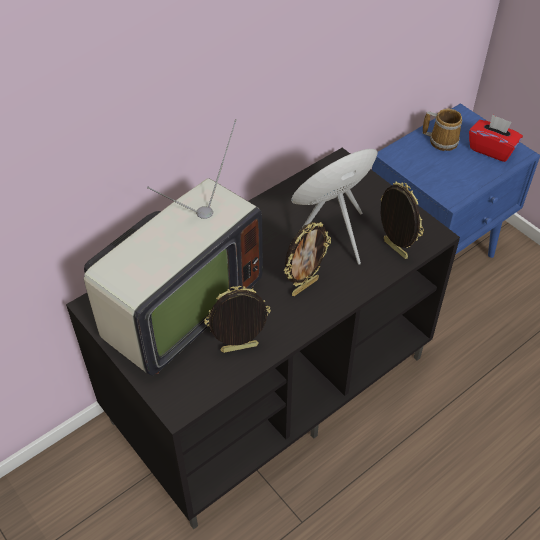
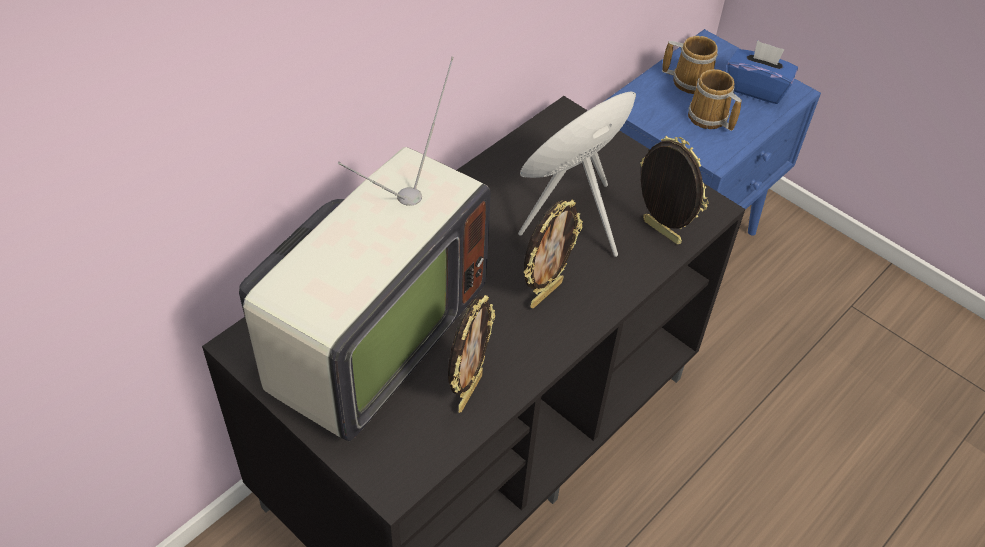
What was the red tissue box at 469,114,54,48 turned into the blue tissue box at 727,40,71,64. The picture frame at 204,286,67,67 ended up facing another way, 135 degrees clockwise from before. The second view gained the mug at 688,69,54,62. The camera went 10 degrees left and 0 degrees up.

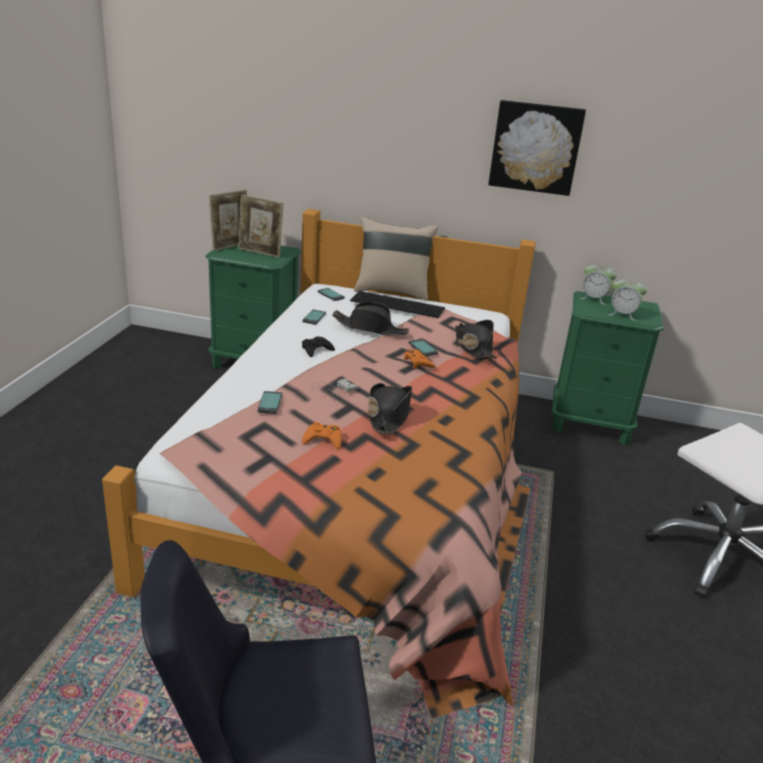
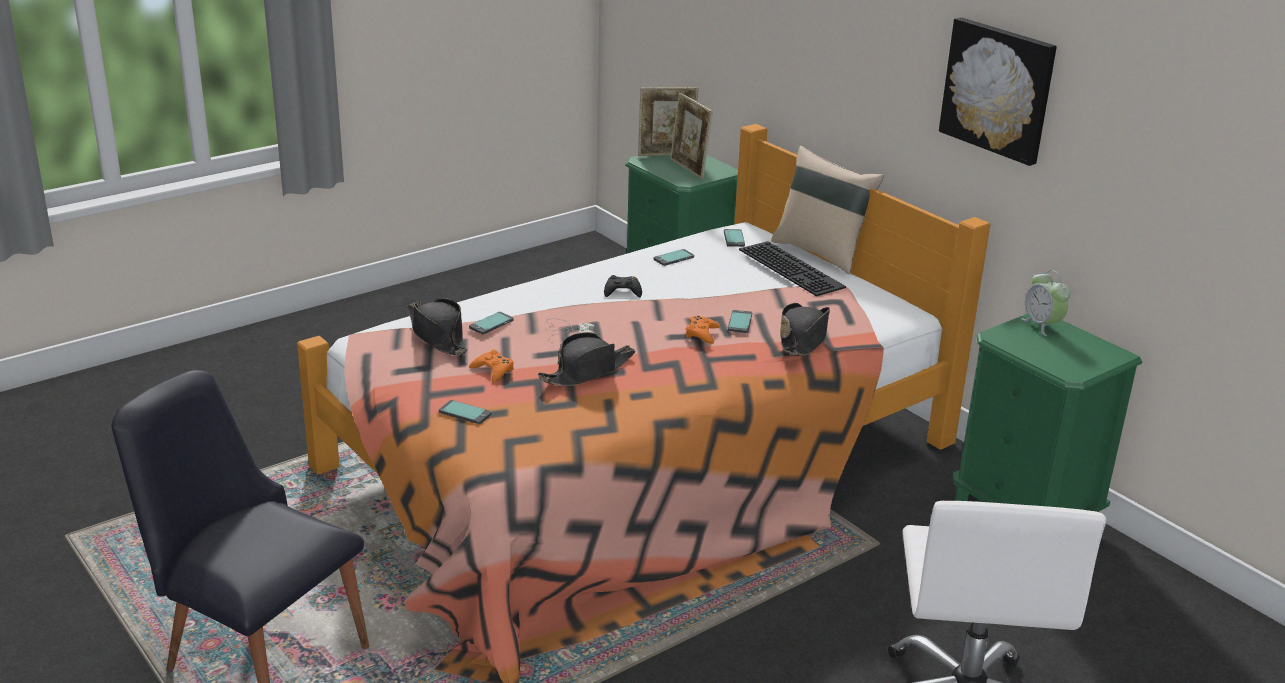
The second view lost the alarm clock at 608,275,39,46. The black hat ended up elsewhere, having gone from 332,302,77,34 to 407,298,61,57. The second view gained the phone at 439,400,52,24. The camera went 40 degrees right and 0 degrees up.

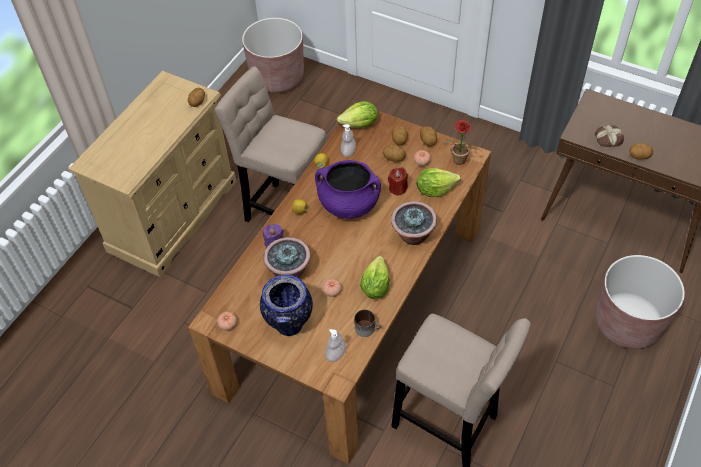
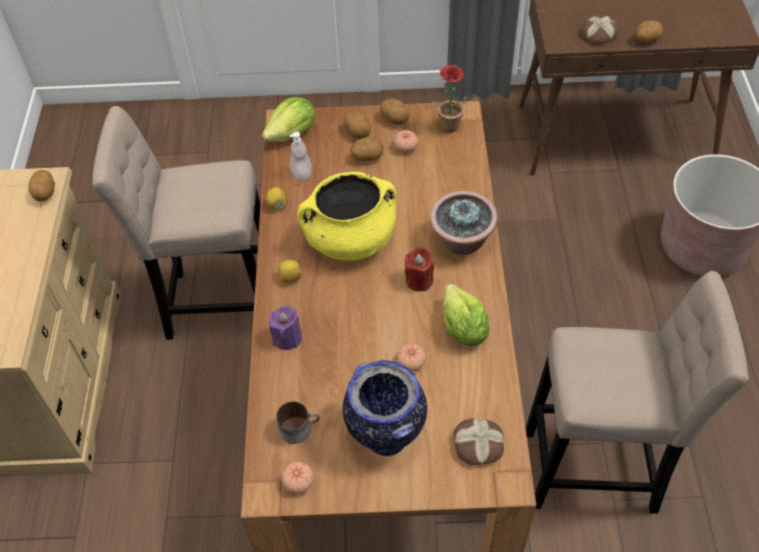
The second view lost the brown planter at 242,18,62,75. What was the purple cooking pot at 315,160,66,59 turned into the yellow cooking pot at 297,172,100,89. The red candle ended up elsewhere, having gone from 388,167,20,29 to 405,247,29,44. The second view lost the lettuce at 417,168,44,29. The second view lost the potted plant at 263,237,47,41. The mug ended up elsewhere, having gone from 354,309,27,28 to 276,401,44,43. Where the soap dispenser stood at 325,329,21,33, the bread came to stand at 454,418,50,47. The camera went 30 degrees left and 0 degrees up.

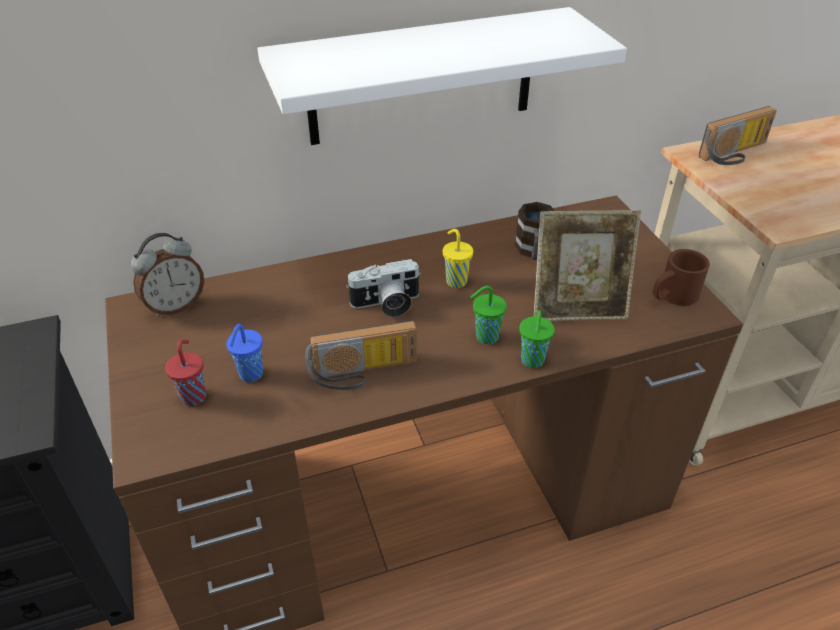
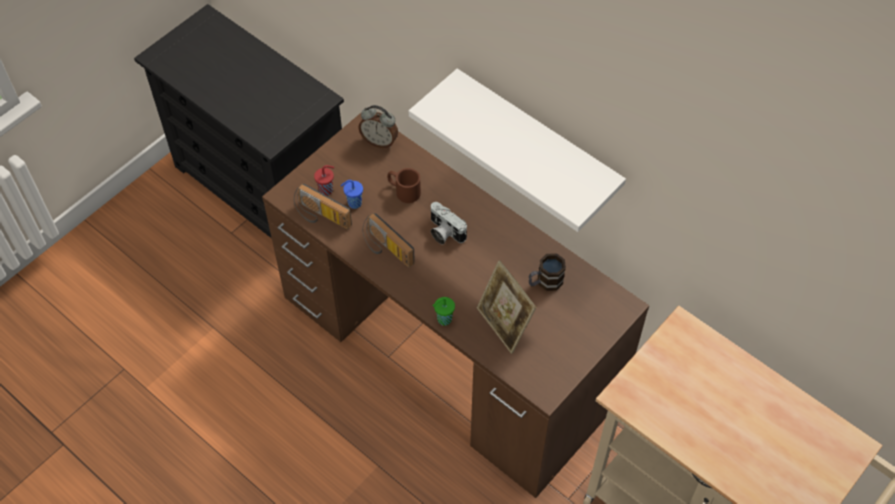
The radio ended up elsewhere, having gone from 699,106,78,59 to 294,184,58,45. The second view lost the yellow cup at 443,229,30,59. The brown mug ended up elsewhere, having gone from 653,249,57,57 to 387,168,34,35. The second view lost the green cup at 470,286,37,58. The camera went 60 degrees right and 15 degrees up.

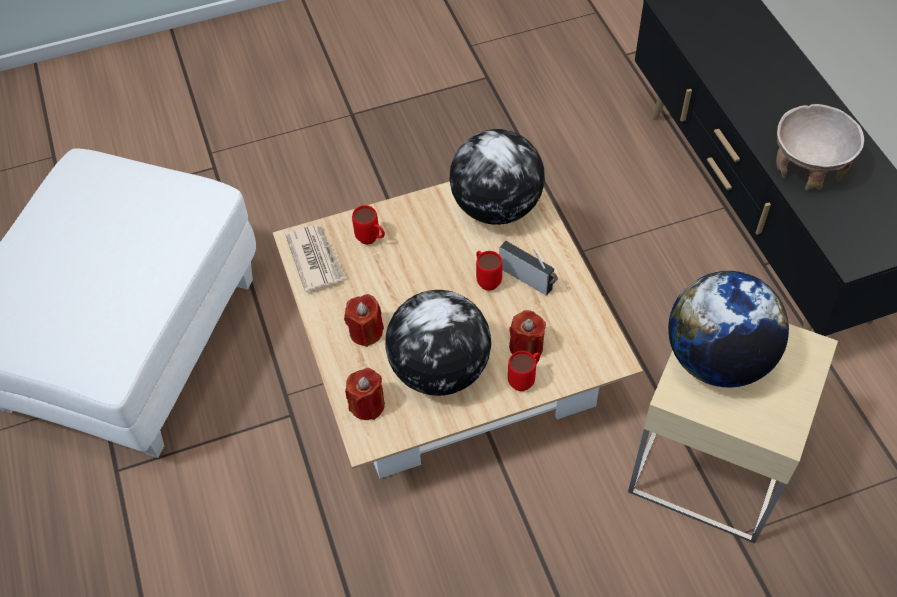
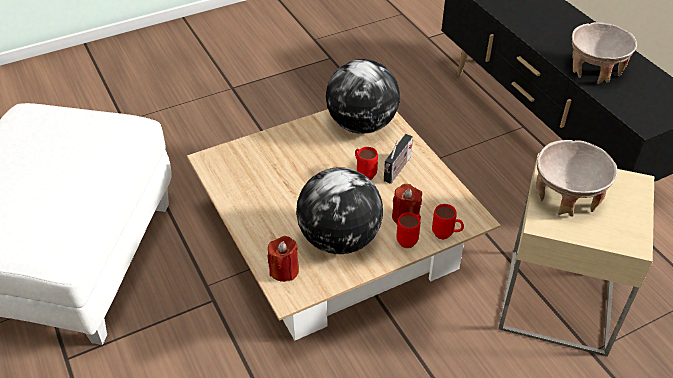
The red mug ended up elsewhere, having gone from 352,205,33,40 to 432,204,32,35. The second view lost the newspaper at 285,224,61,68. The radio at 499,241,59,55 ended up facing another way, 90 degrees clockwise from before. Where the globe stood at 668,271,121,116, the beige bowl came to stand at 536,140,82,77. The second view lost the red candle at 344,294,40,53. The camera went 10 degrees left and 10 degrees down.

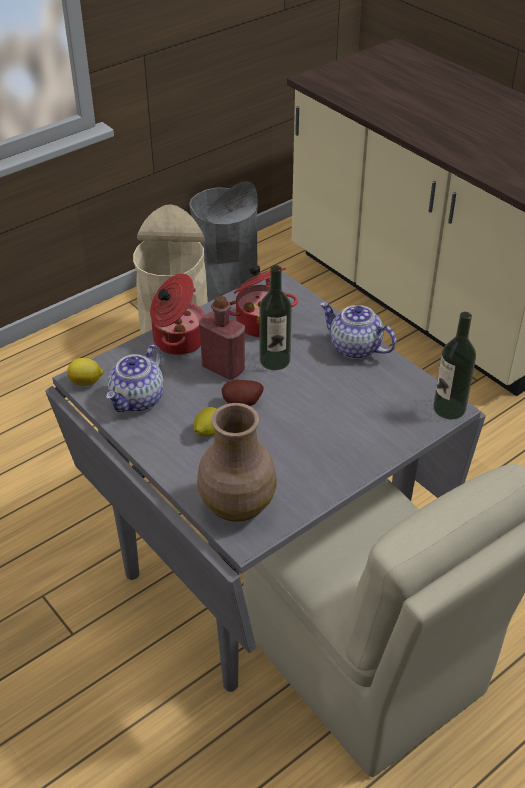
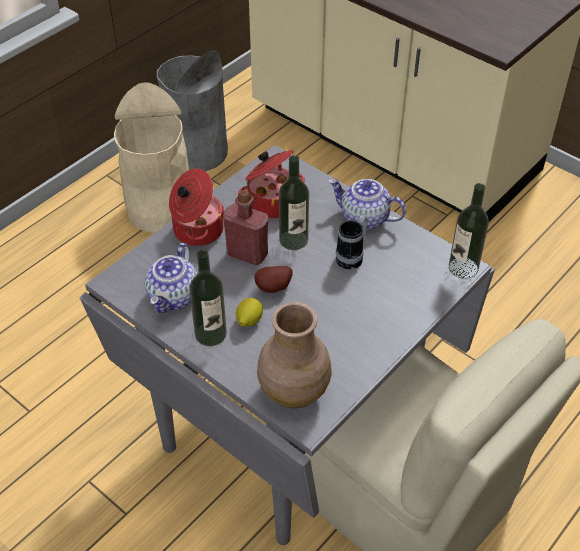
The second view lost the lemon at 67,358,36,28. The second view gained the mug at 336,215,32,54. The second view gained the bottle at 189,250,38,96. The camera went 10 degrees left and 5 degrees up.

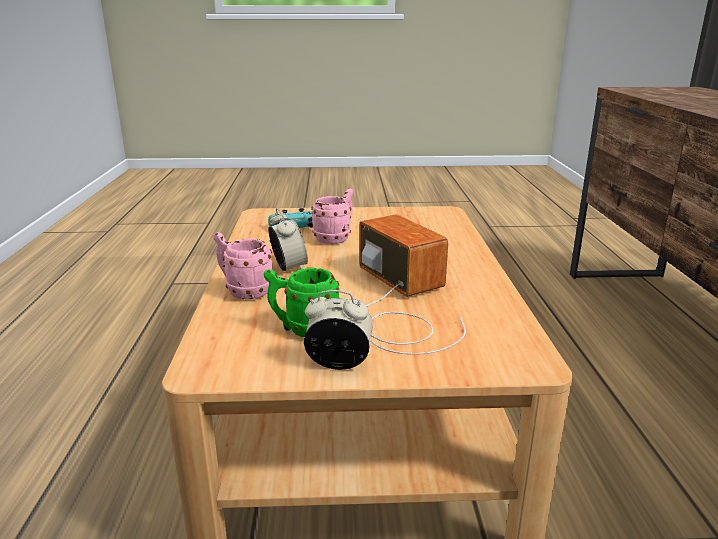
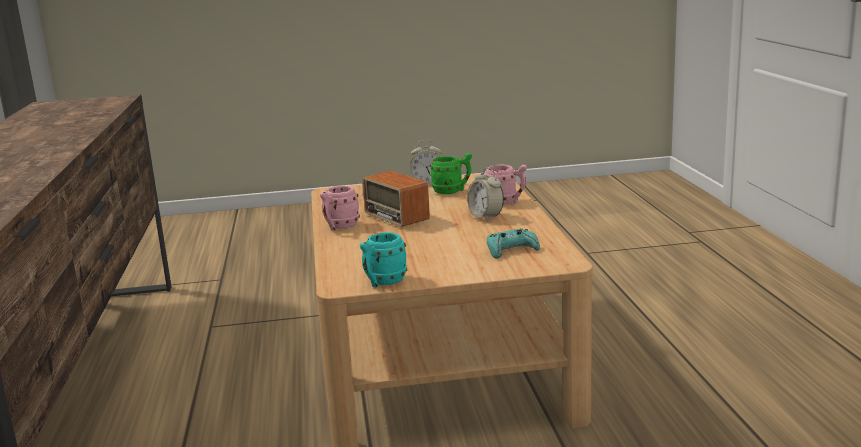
The pink mug ended up elsewhere, having gone from 311,189,42,55 to 320,186,40,45. The second view gained the turquoise mug at 360,232,47,55. The camera went 175 degrees right and 5 degrees down.

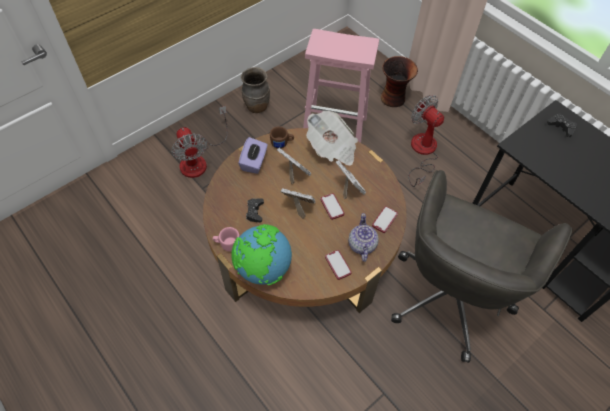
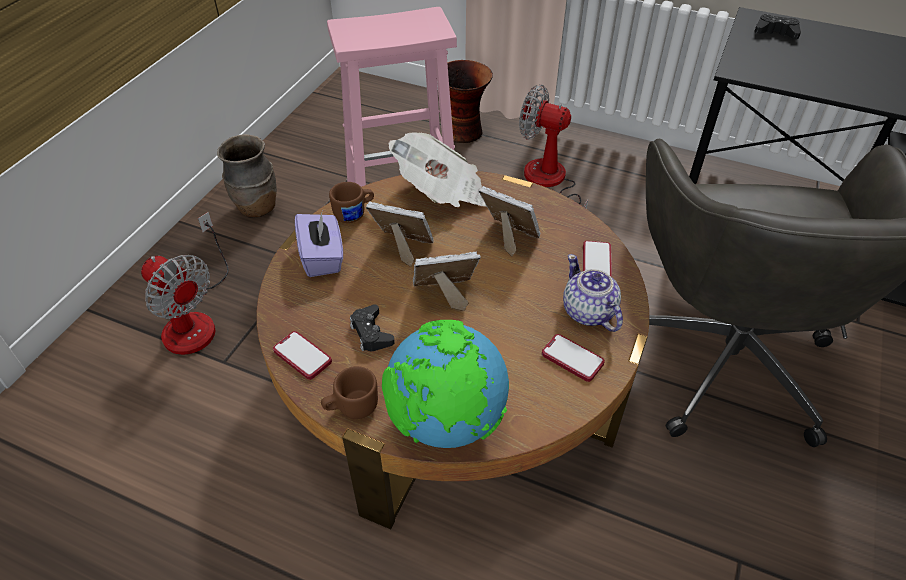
The phone ended up elsewhere, having gone from 320,193,24,27 to 273,331,59,49. What was the pink mug at 213,227,27,25 turned into the brown mug at 321,366,57,53. The camera went 25 degrees left and 10 degrees down.

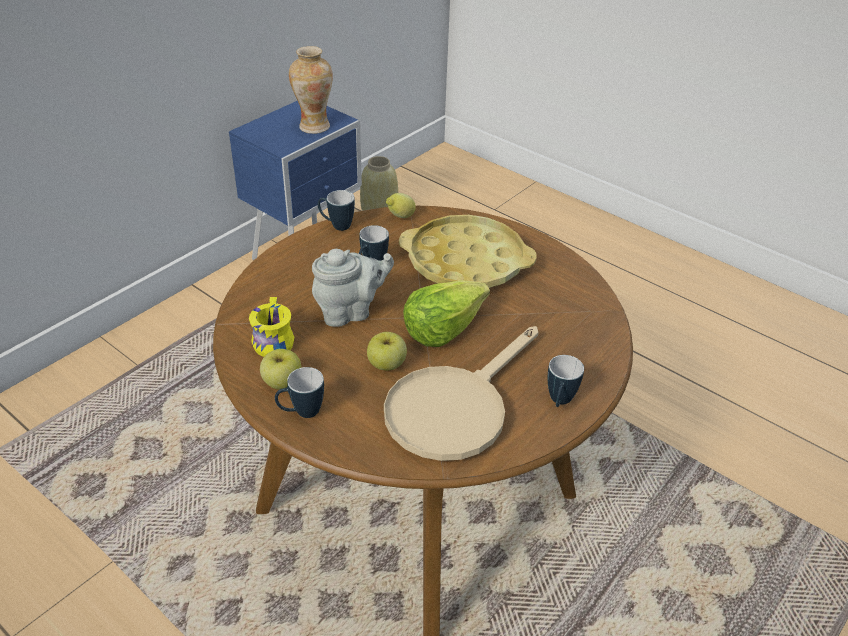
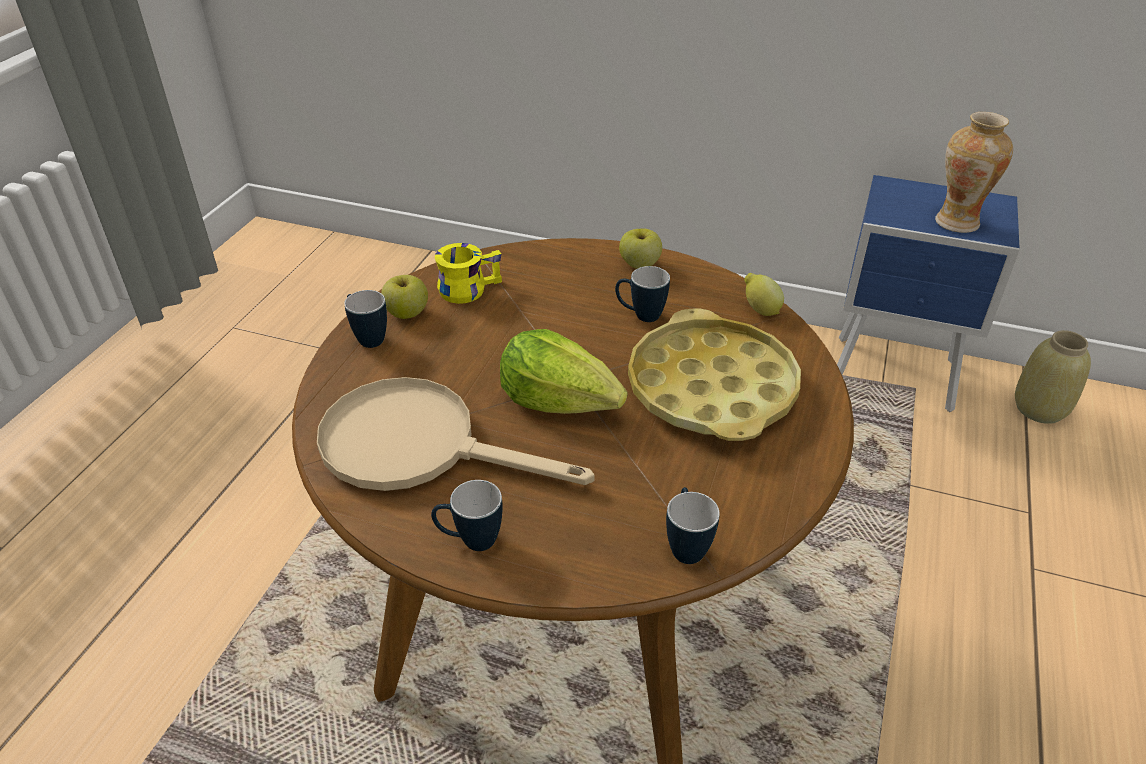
The mug ended up elsewhere, having gone from 318,190,37,41 to 666,487,54,77. The second view lost the grey teapot at 312,249,82,78. The apple ended up elsewhere, having gone from 367,332,40,38 to 619,229,43,40. The camera went 70 degrees right and 0 degrees up.

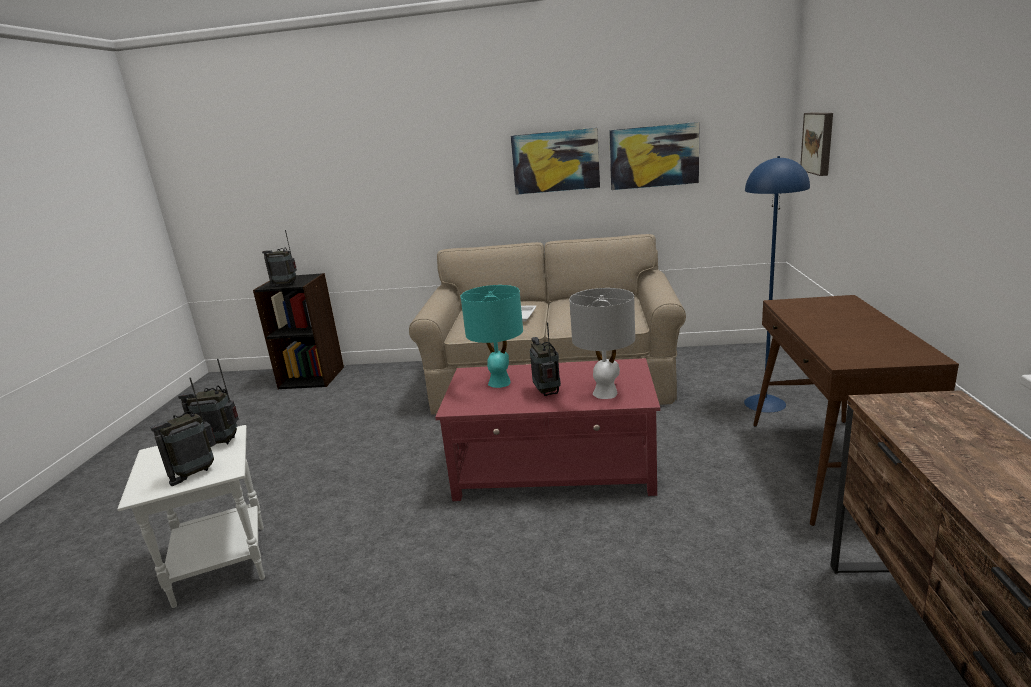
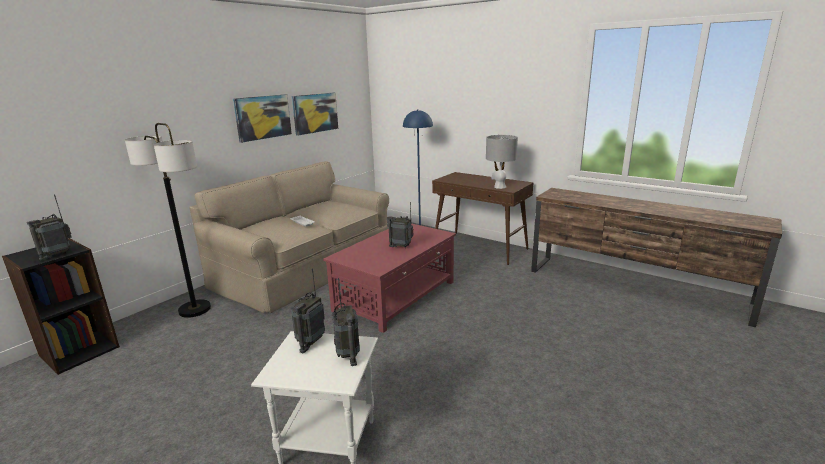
The second view lost the picture at 800,112,33,64. The second view lost the turquoise table lamp at 461,285,62,103. The grey table lamp ended up elsewhere, having gone from 569,288,66,111 to 486,135,32,54. The second view gained the floor lamp at 125,123,86,195. The camera went 60 degrees left and 0 degrees up.

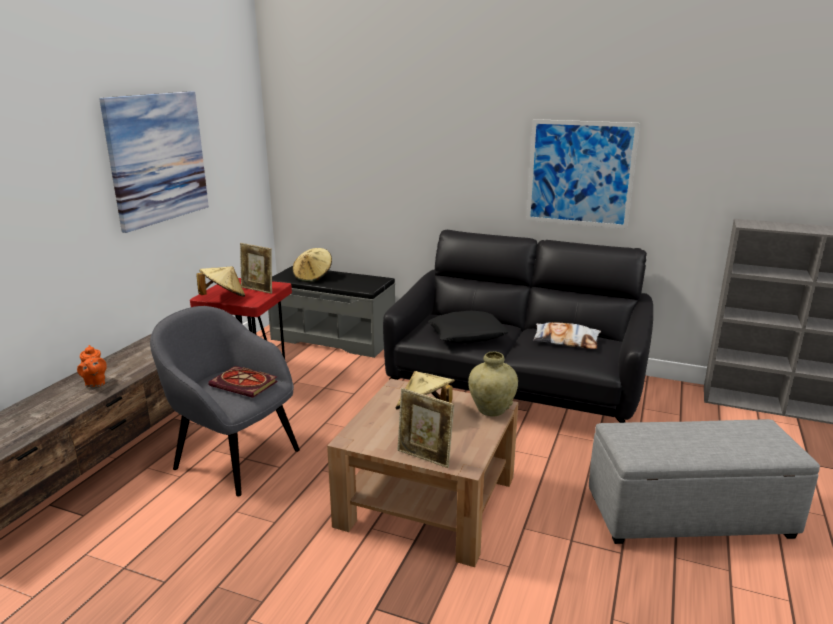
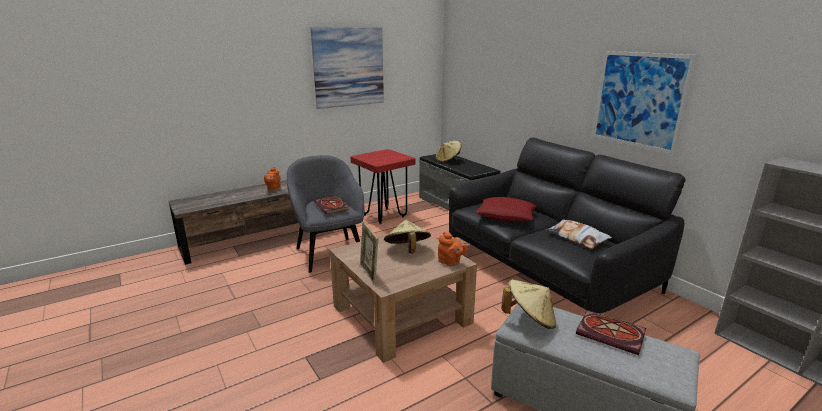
The second view lost the picture frame at 240,243,32,51. The beige hat ended up elsewhere, having gone from 196,266,49,31 to 501,279,55,50. What was the black pillow at 428,311,82,32 turned into the red pillow at 475,197,62,25. Where the beige vase stood at 468,352,50,65, the orange teapot came to stand at 438,232,30,34. The second view gained the book at 576,310,70,45. The camera went 35 degrees right and 0 degrees up.

